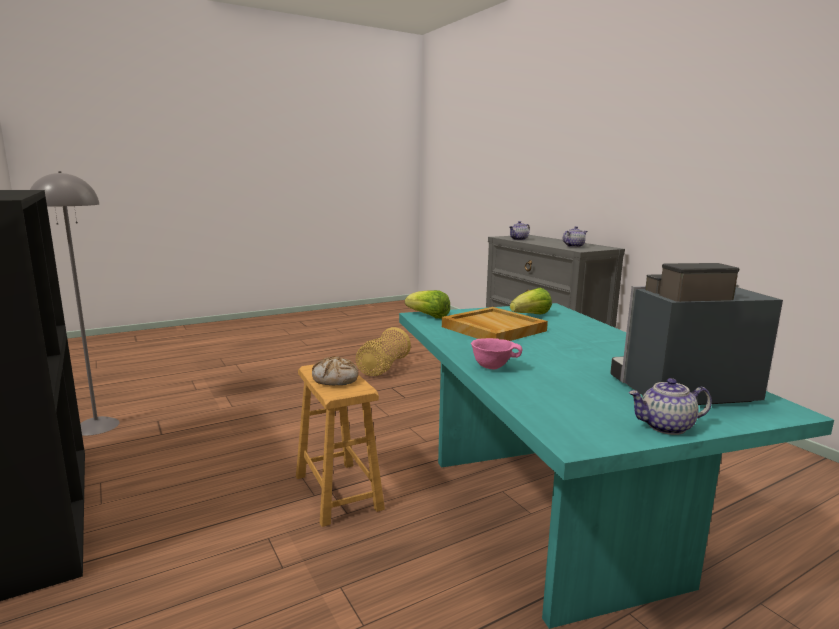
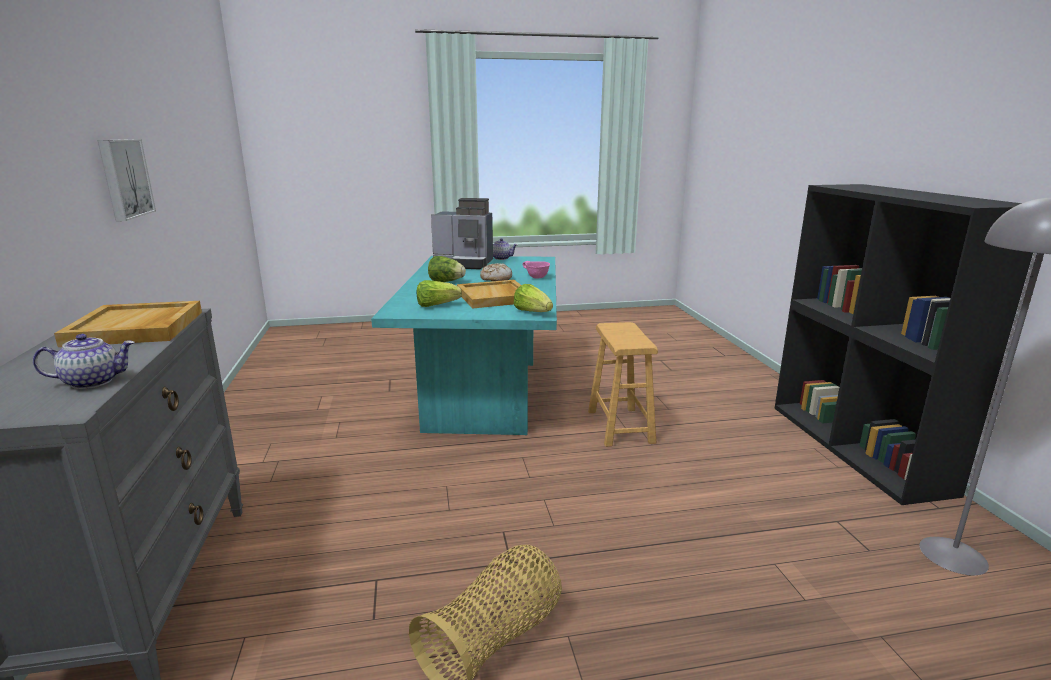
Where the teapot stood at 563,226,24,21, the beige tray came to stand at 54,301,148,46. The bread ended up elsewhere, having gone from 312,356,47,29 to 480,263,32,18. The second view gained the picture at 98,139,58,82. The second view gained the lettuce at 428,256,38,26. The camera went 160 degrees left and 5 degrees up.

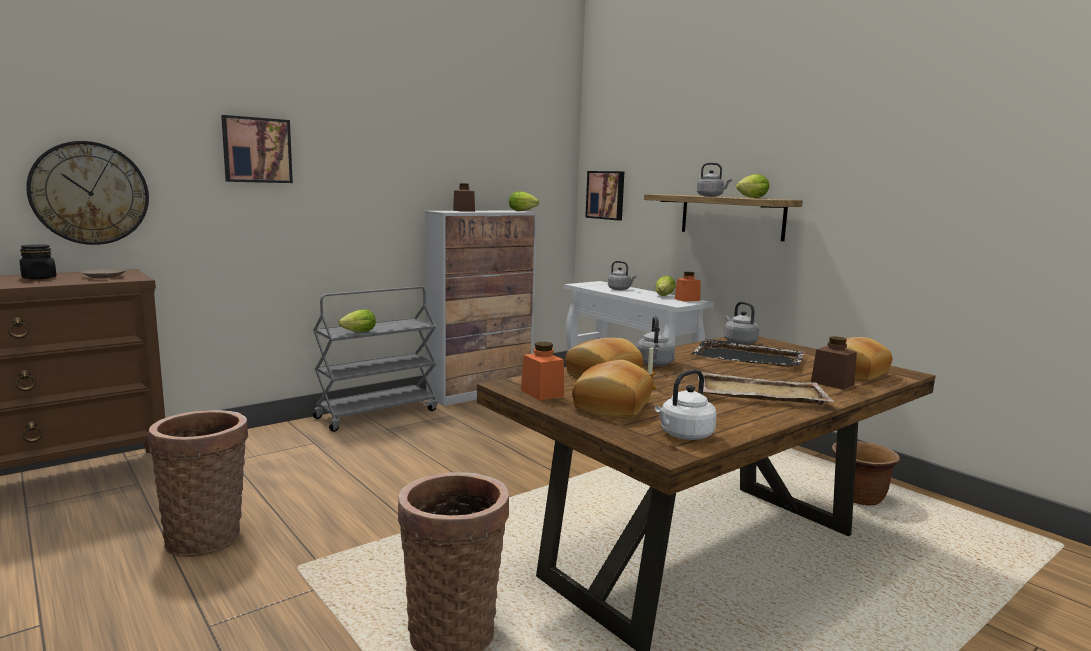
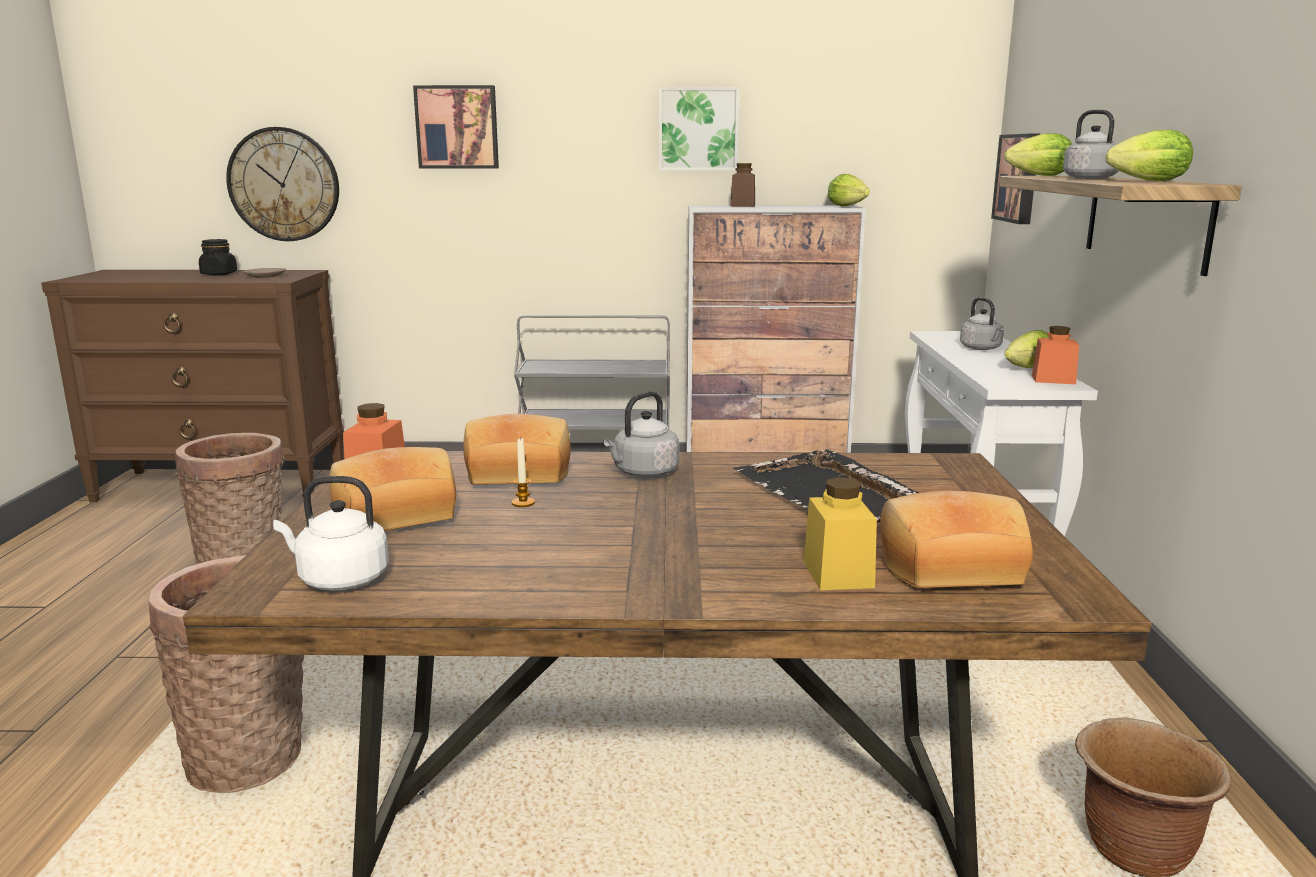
The second view lost the grey kettle at 724,302,35,43. The lettuce ended up elsewhere, having gone from 339,309,37,23 to 1004,133,68,43. What was the brown jar at 811,336,46,54 turned into the yellow jar at 803,477,74,113. The second view lost the beige tray at 698,372,136,33. The second view gained the picture at 659,87,81,84. The camera went 40 degrees right and 5 degrees up.

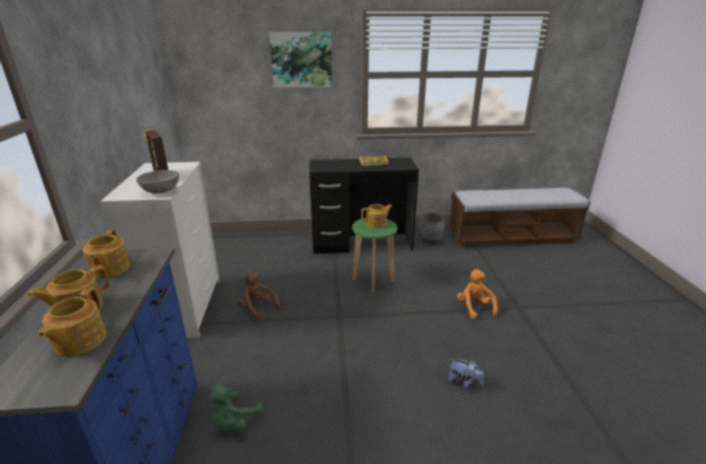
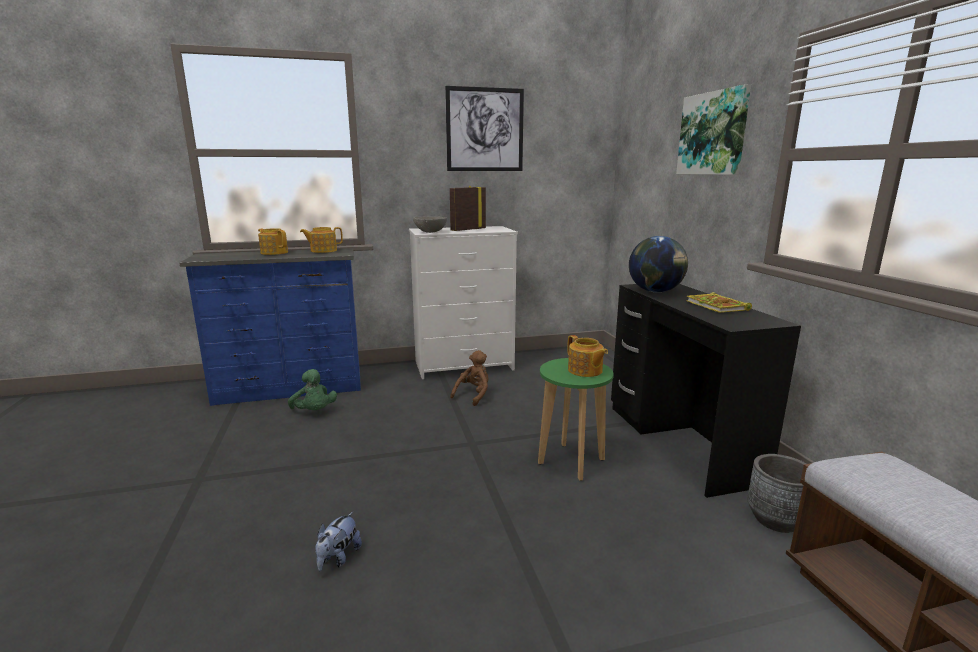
The second view lost the orange plush toy at 457,269,41,50. The second view lost the teapot at 38,288,68,68. The green plush toy at 206,384,57,47 ended up facing another way, 150 degrees counterclockwise from before. The second view gained the picture at 445,86,79,85. The second view gained the globe at 629,236,59,57. The camera went 80 degrees right and 10 degrees down.

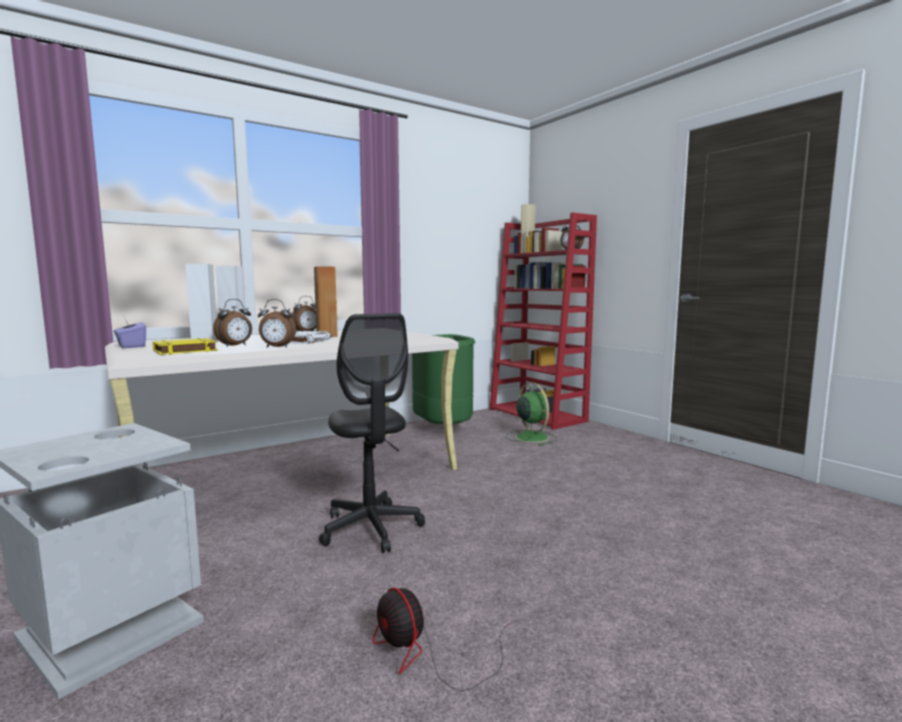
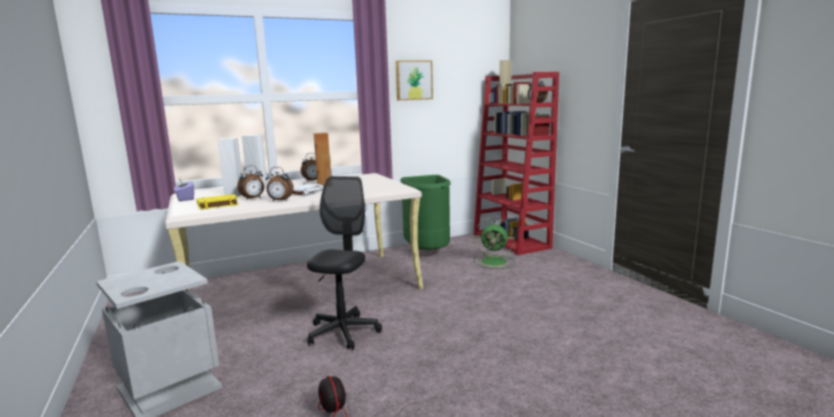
The black office chair at 319,313,106,240 ended up facing another way, 150 degrees counterclockwise from before. The green fan at 506,382,51,64 ended up facing another way, 120 degrees clockwise from before. The second view gained the picture at 396,60,37,40. The camera went 10 degrees right and 5 degrees up.

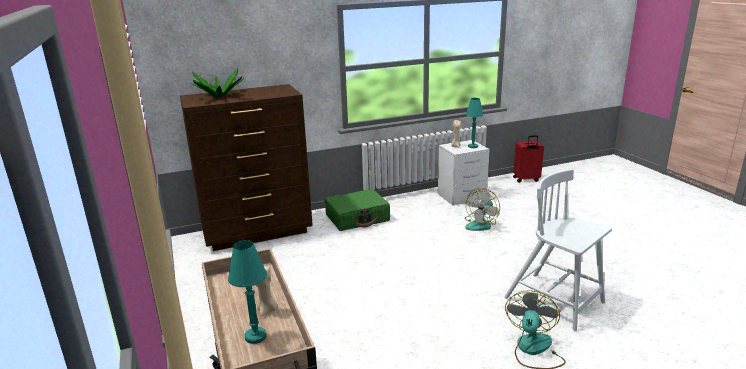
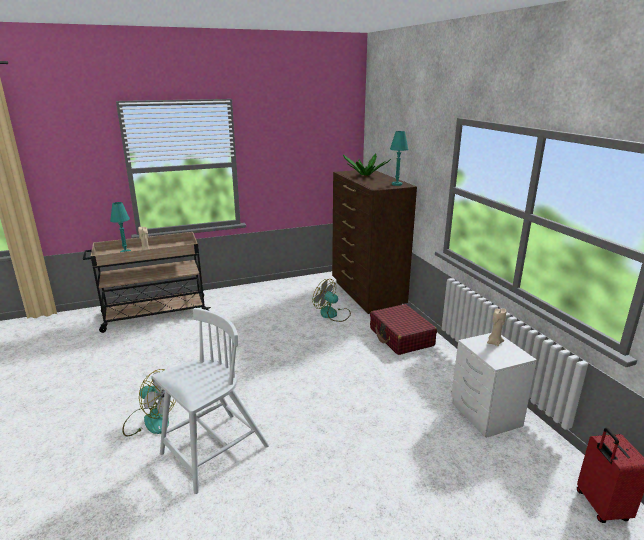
The turquoise table lamp ended up elsewhere, having gone from 466,98,18,50 to 390,131,19,55. The fan ended up elsewhere, having gone from 465,188,35,43 to 312,279,39,43. What was the green suitcase at 325,189,65,42 turned into the red suitcase at 370,304,67,51. The camera went 90 degrees right and 0 degrees up.

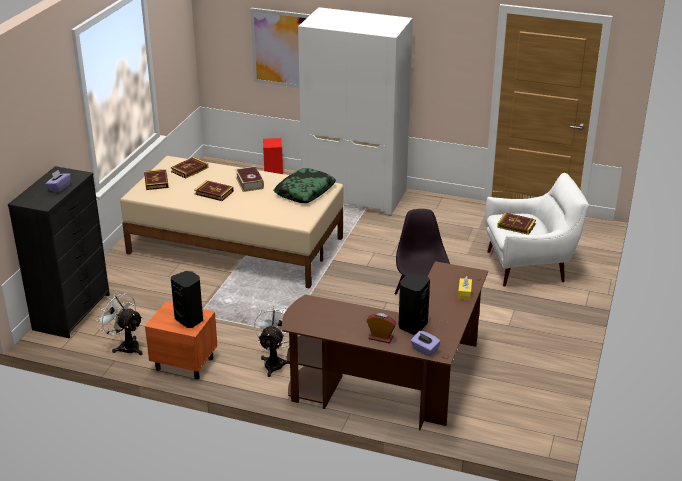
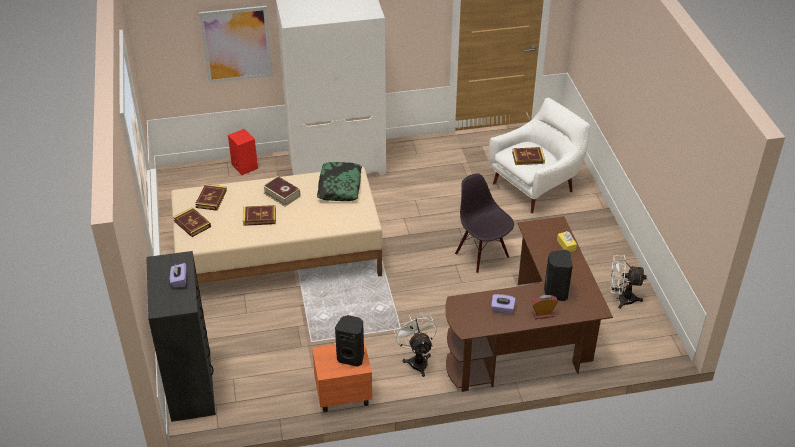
The white fan ended up elsewhere, having gone from 96,291,47,64 to 610,255,37,54. The purple tissue box ended up elsewhere, having gone from 411,331,30,25 to 491,294,24,20. The camera went 30 degrees left and 10 degrees up.

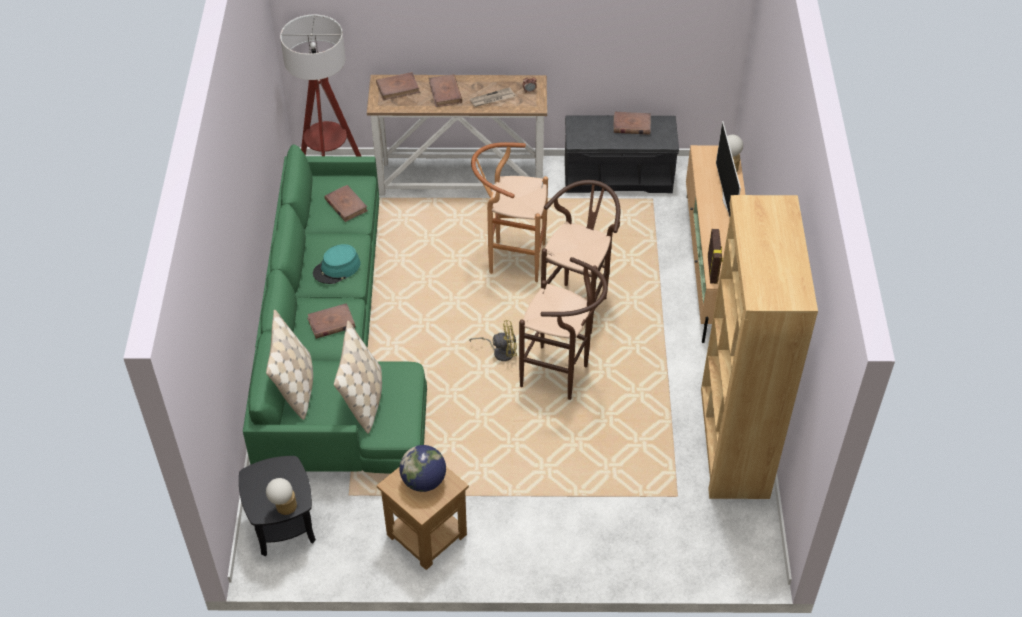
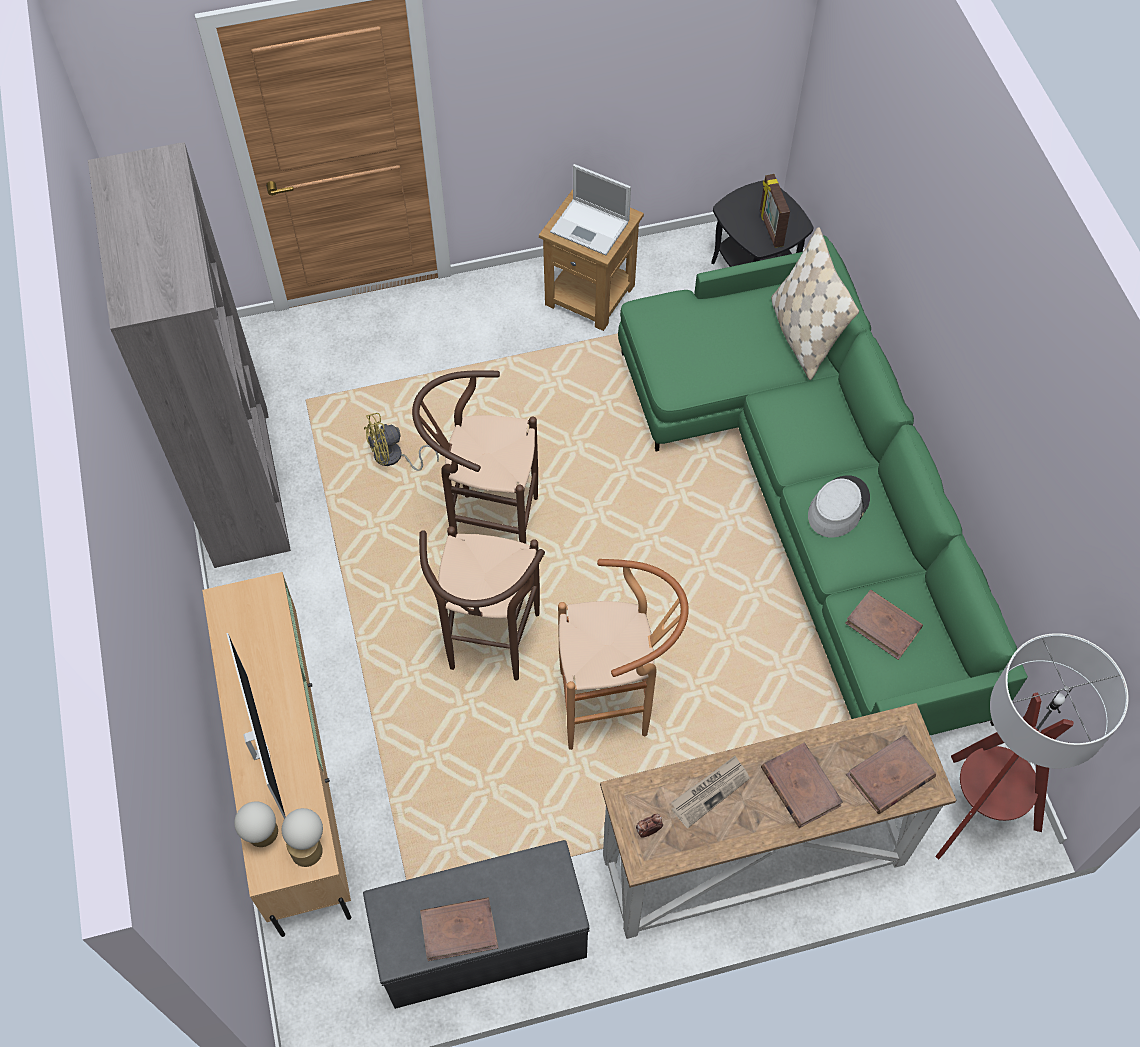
What was the brown bookcase at 701,195,117,304 turned into the grey bookcase at 88,142,203,426. The picture frame ended up elsewhere, having gone from 708,229,15,55 to 760,174,30,74. What was the turquoise hat at 313,244,47,40 turned into the grey hat at 808,475,62,63. The second view lost the brown book at 307,303,48,36. The yellow fan ended up elsewhere, having gone from 469,320,48,41 to 364,413,75,58. The second view lost the beige pillow at 334,321,48,113. Where the globe stood at 399,445,47,47, the laptop came to stand at 550,164,81,91. The table lamp ended up elsewhere, having gone from 266,478,31,37 to 282,808,41,59. The camera went 165 degrees right and 10 degrees up.

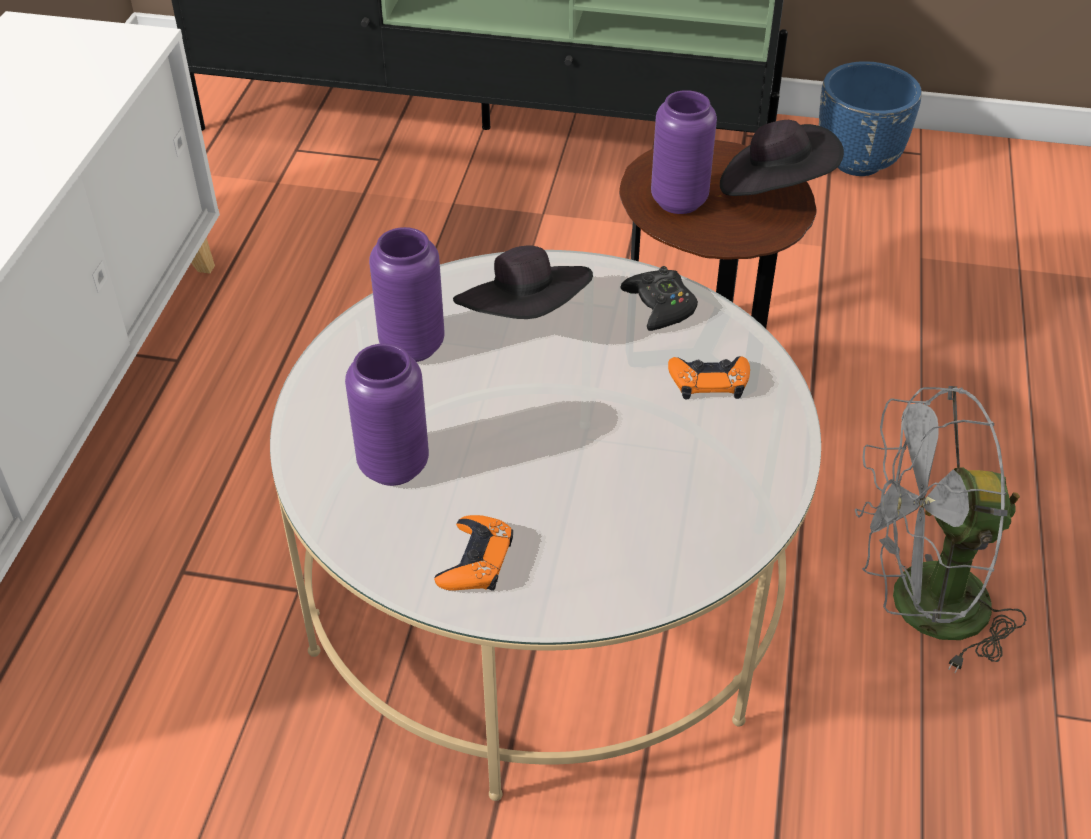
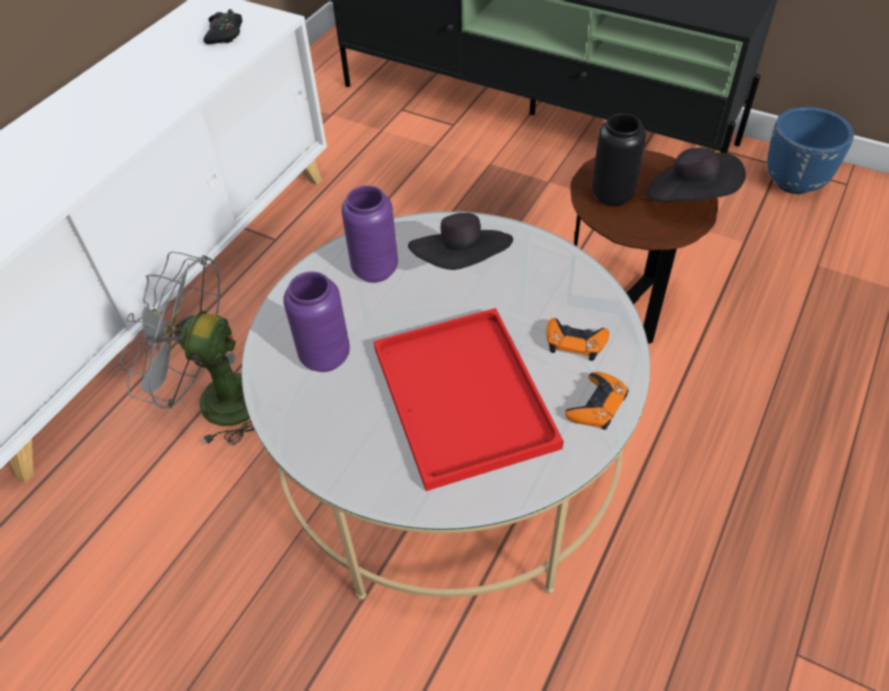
What was the purple vase at 651,90,66,124 turned into the black vase at 592,113,54,93. The black game controller ended up elsewhere, having gone from 620,266,78,65 to 204,9,38,35. The grey fan ended up elsewhere, having gone from 855,386,171,287 to 119,252,136,193. The orange game controller ended up elsewhere, having gone from 434,515,79,76 to 565,372,63,58. The second view gained the red tray at 374,308,190,183. The camera went 20 degrees right and 5 degrees up.

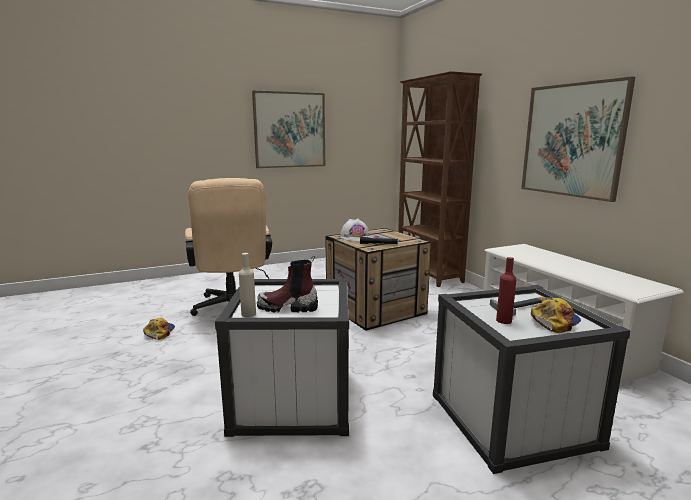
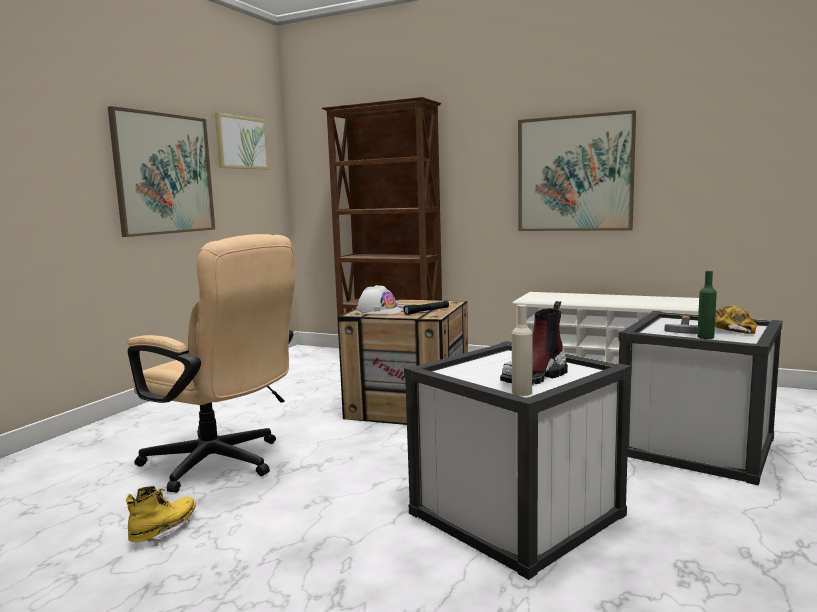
What was the red bottle at 496,257,20,67 turned into the green bottle at 697,271,20,68. Where the cap stood at 143,318,32,22, the yellow boot came to stand at 126,486,70,60. The second view gained the picture at 215,113,54,57. The camera went 40 degrees left and 5 degrees down.

